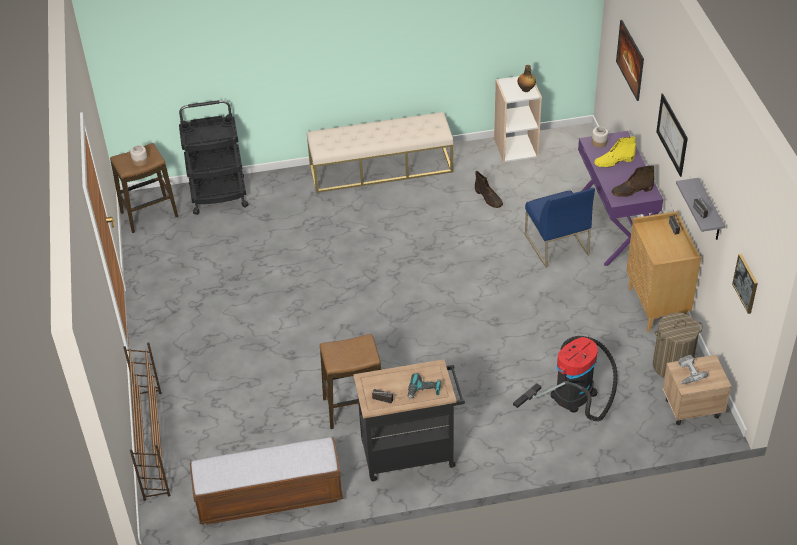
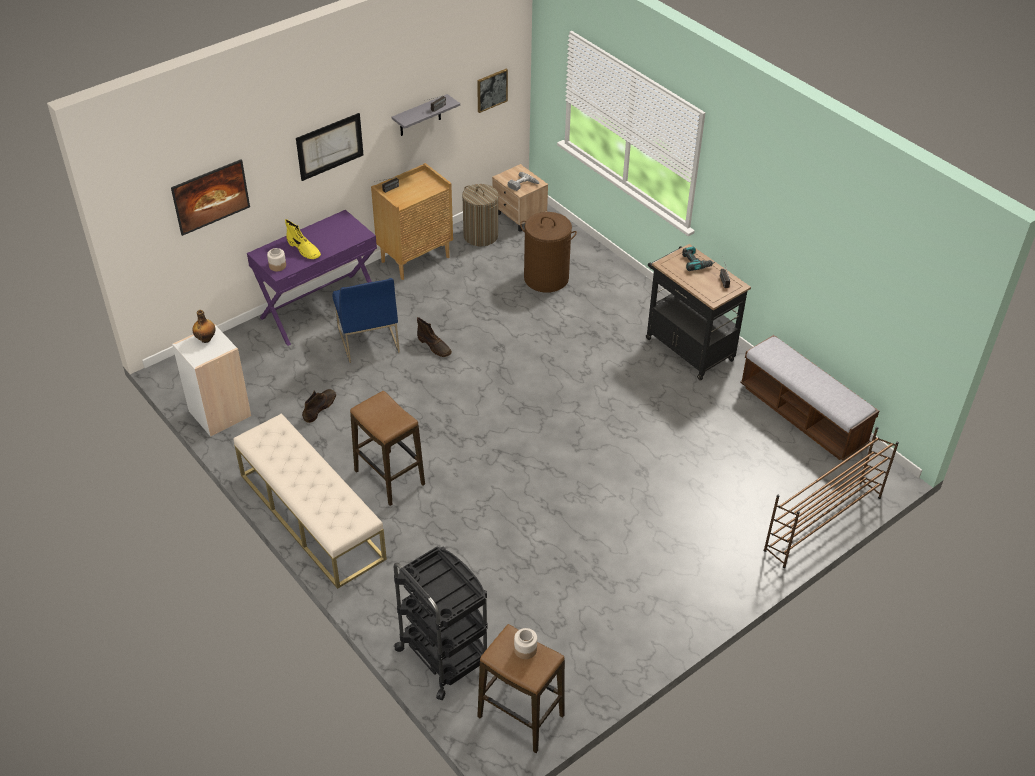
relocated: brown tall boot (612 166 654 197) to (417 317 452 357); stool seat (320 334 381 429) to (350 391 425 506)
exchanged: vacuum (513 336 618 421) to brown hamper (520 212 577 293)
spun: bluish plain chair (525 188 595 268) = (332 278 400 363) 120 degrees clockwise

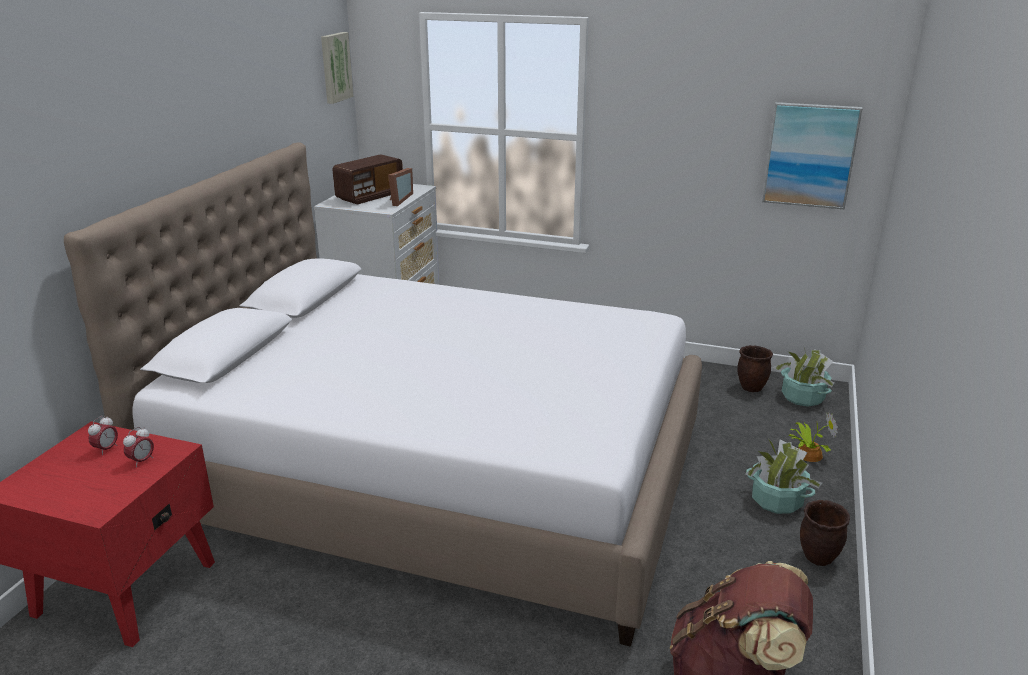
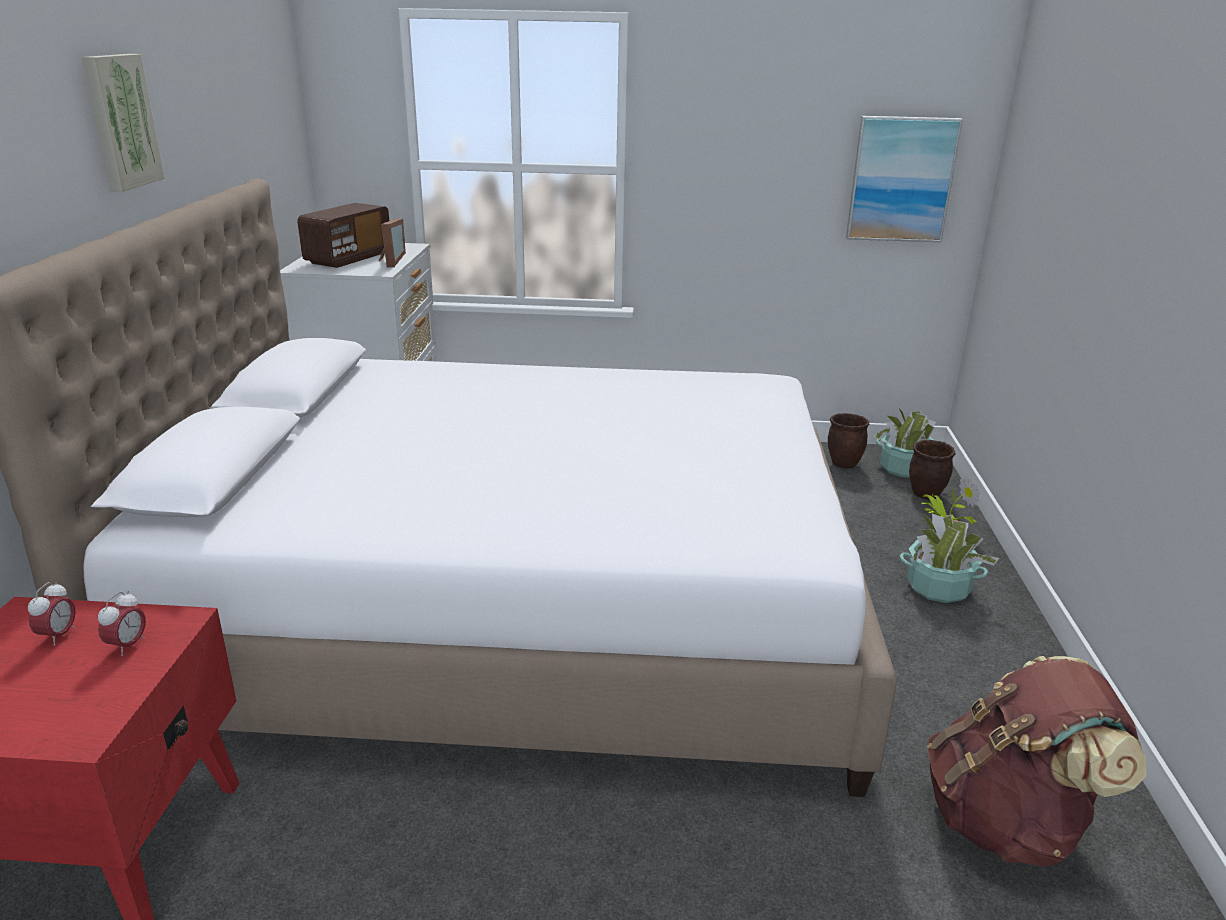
relocated: wall art (321 32 354 104) to (82 54 165 192); brown planter (800 500 850 566) to (909 440 956 500)

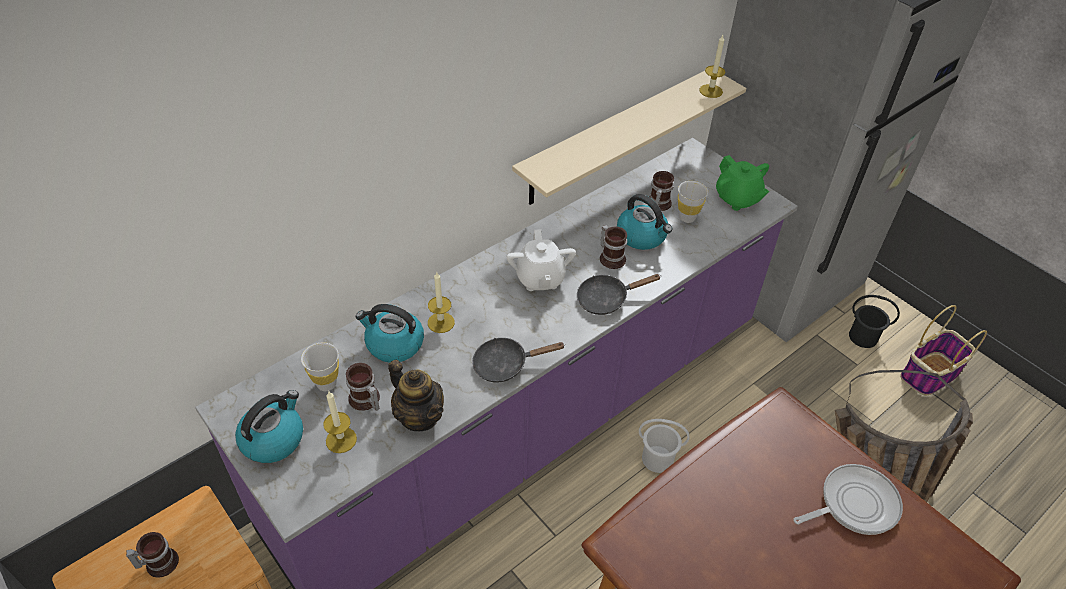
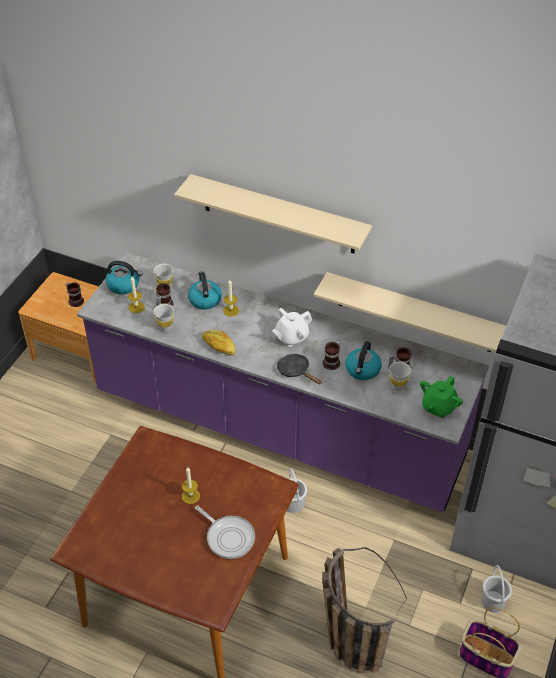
appeared: sand-coloured shelf (174 174 372 253)
relocated: wax light (699 35 725 98) to (182 467 200 504)
exchanged: blackish pan (472 338 565 383) to bakery bread (202 329 236 355); pot for tea (388 360 444 431) to whitish cup (154 304 174 332)
colour: blackish pail (849 295 900 348) to whitish pail (481 565 512 613)

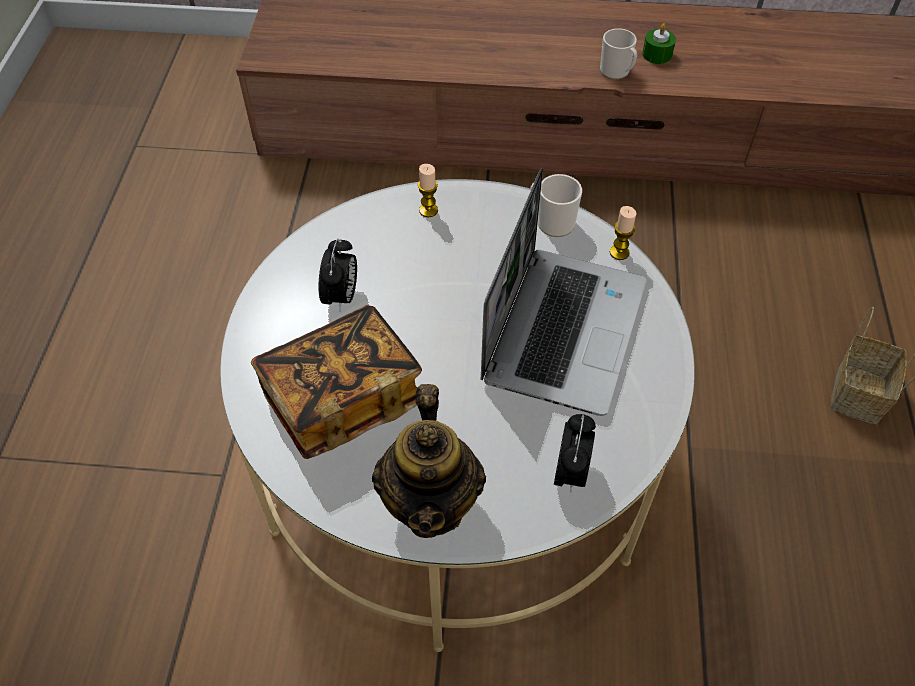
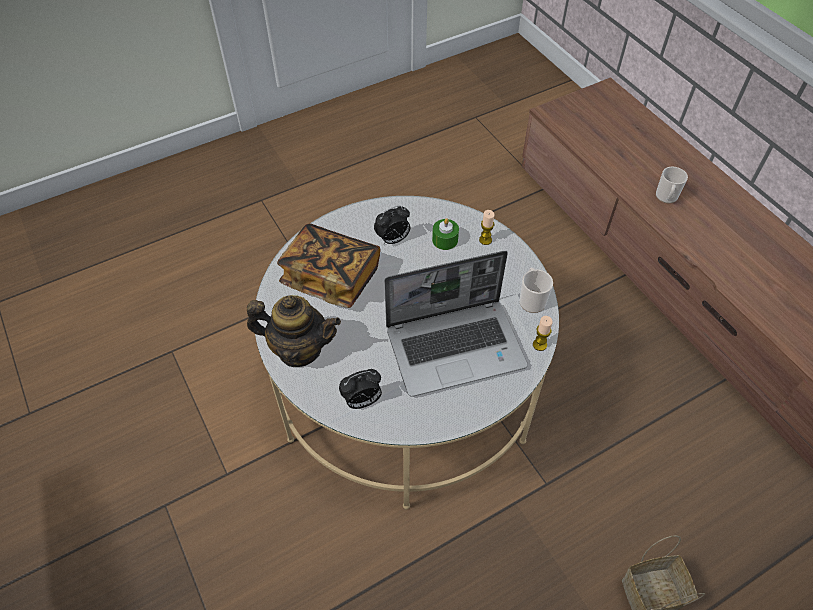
relocated: green wax light (642 23 676 64) to (432 218 459 250); tea mug (600 28 637 80) to (656 167 688 203)
spun: pot for tea (372 384 486 538) = (247 295 341 367) 135 degrees counterclockwise

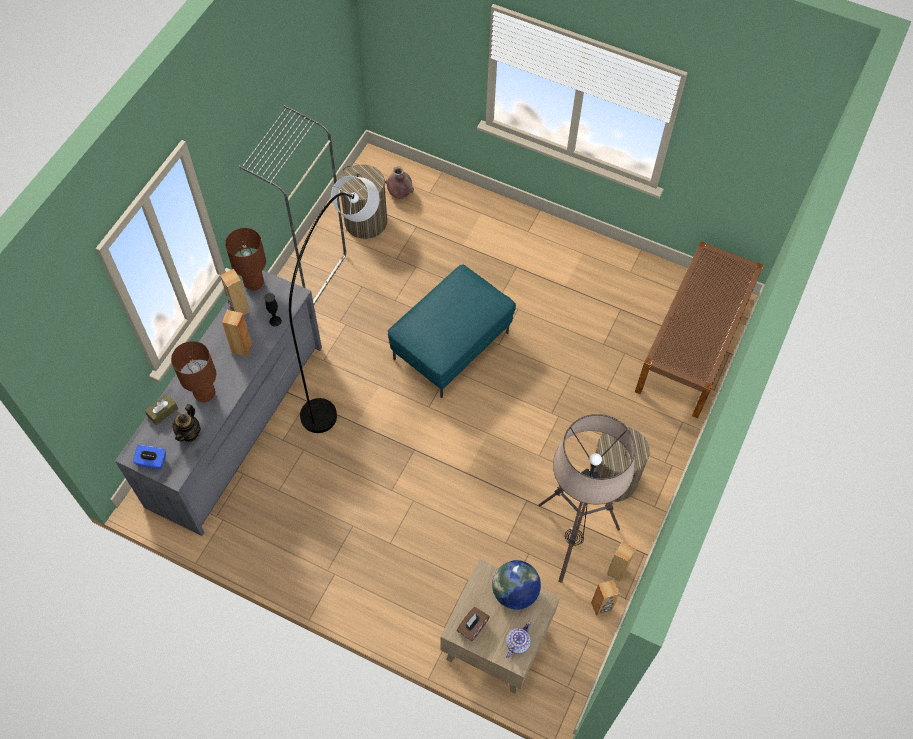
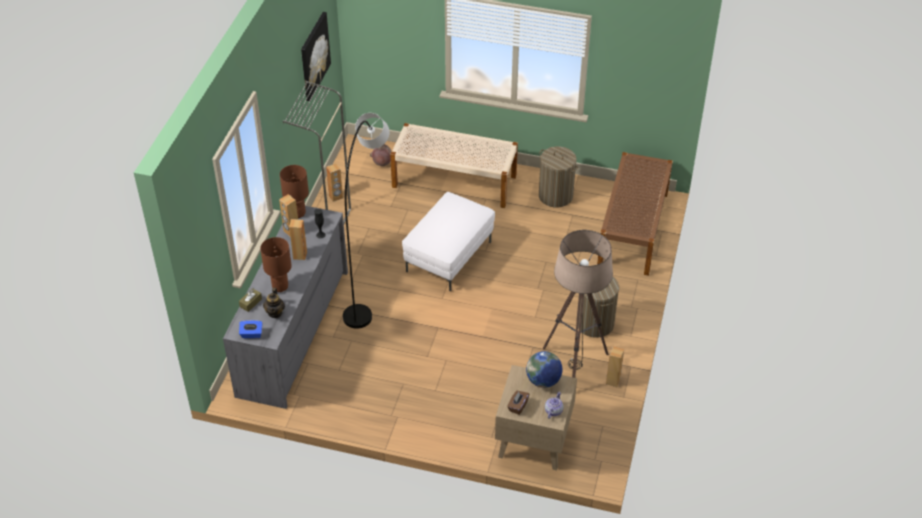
appeared: wall art (301 12 331 101); sand-coloured indoor bench (390 123 518 208)
relocated: hamper (340 164 387 239) to (539 146 578 207); brown speaker (591 579 620 616) to (326 163 343 202)
colour: blue-green pouffe (388 264 516 398) to whitish pouffe (402 192 495 292)

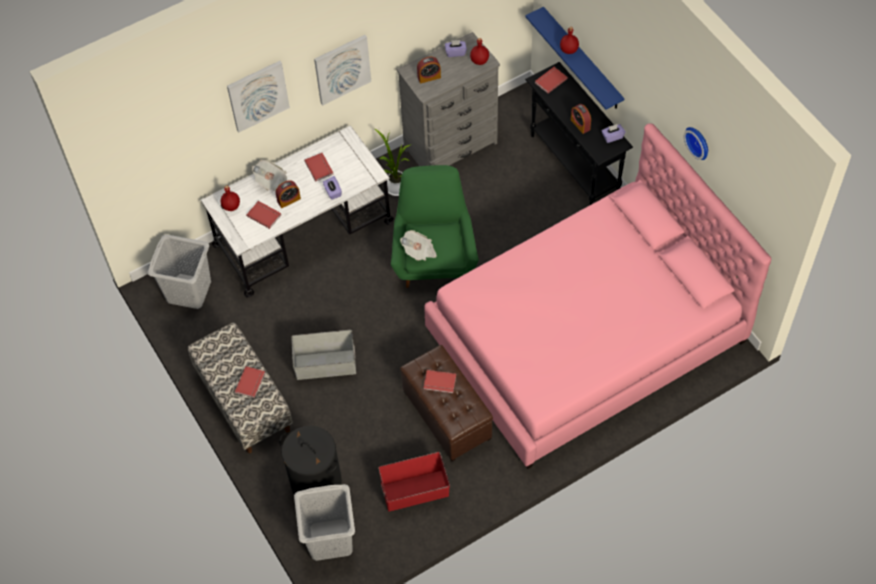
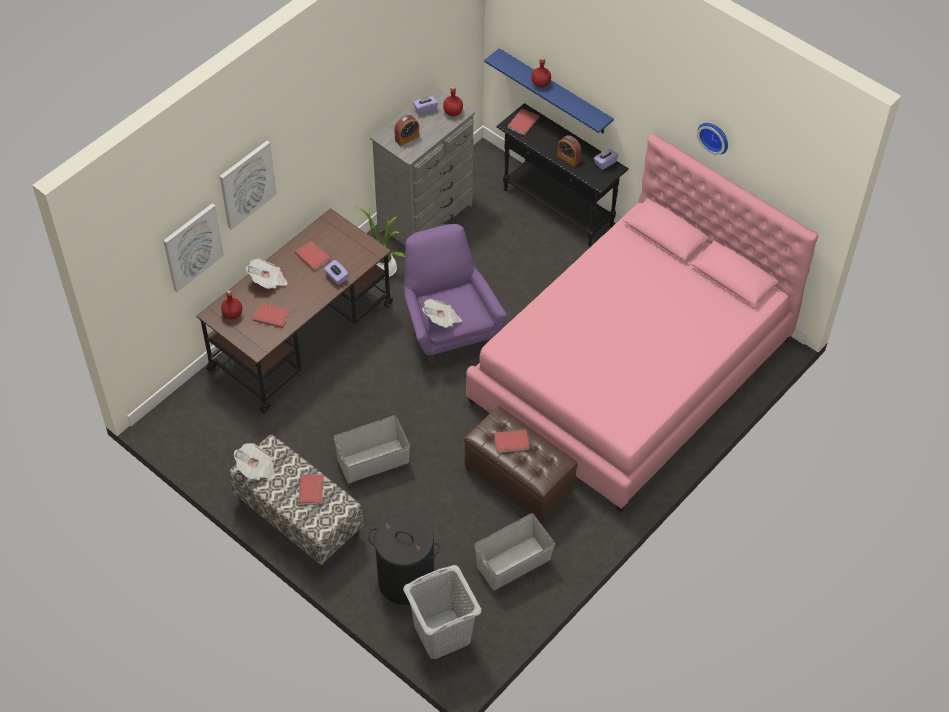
missing: table clock (275 180 301 208); grey hamper (148 234 211 309)
appeared: daily paper (234 443 275 481)
relocated: wall art (314 35 371 105) to (163 203 224 292)
colour: whitish desk table (201 125 394 298) to brown desk table (196 208 393 413); green lounge chair (391 165 479 288) to purple lounge chair (404 224 507 365); red-coloured storage bin (378 452 450 512) to grey storage bin (475 513 555 590)

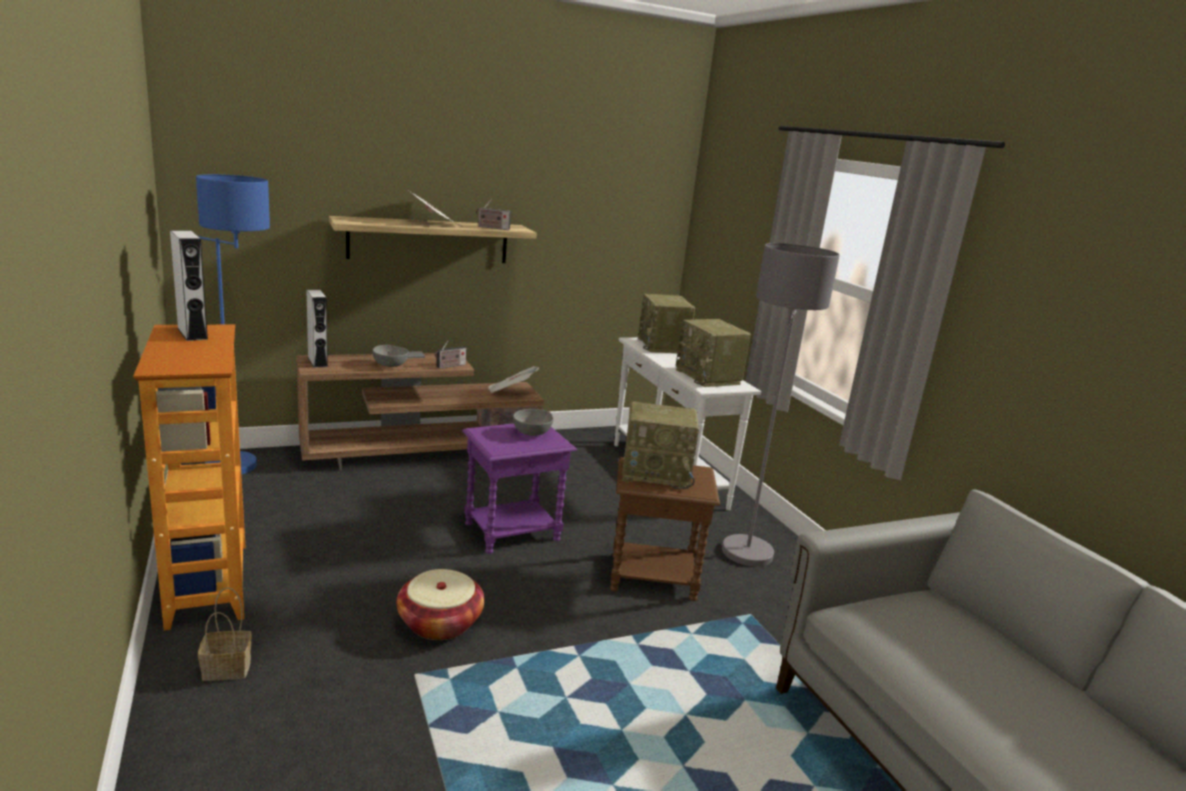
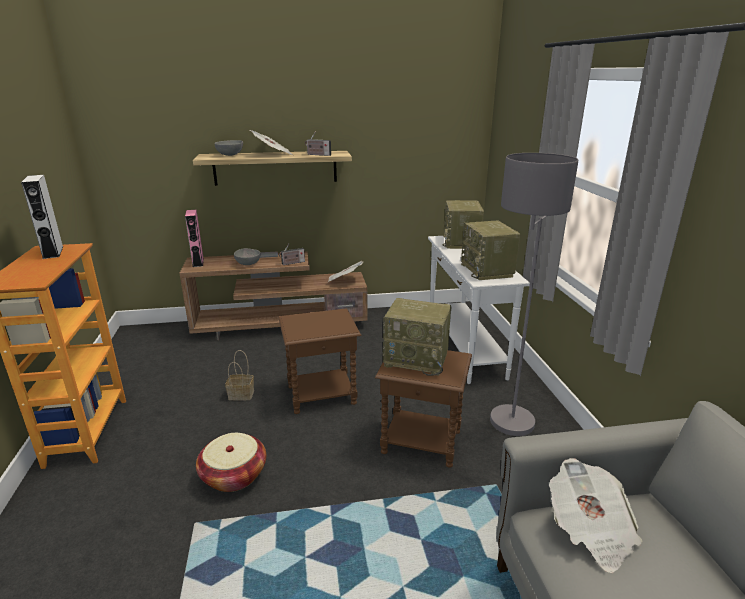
missing: bluish floor lamp (196 174 270 475)
appeared: daily paper (549 458 643 573)
relocated: grey deep dish (513 409 554 436) to (215 140 243 156); household basket (198 587 252 681) to (225 350 254 400)
colour: grey speaker (306 290 328 368) to pinkish speaker (185 210 204 267); purple end table (462 424 577 554) to brown end table (278 308 361 414)

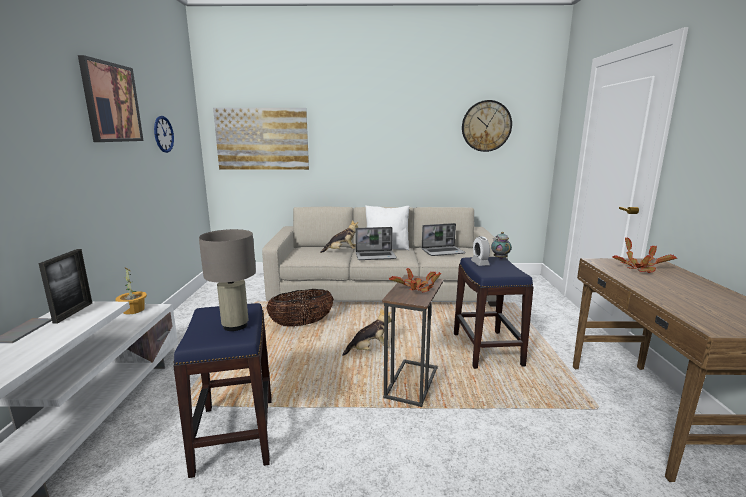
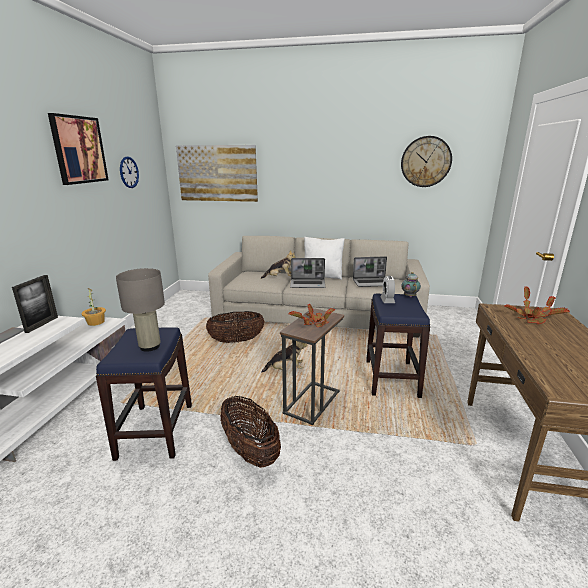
appeared: household basket (220 396 281 468)

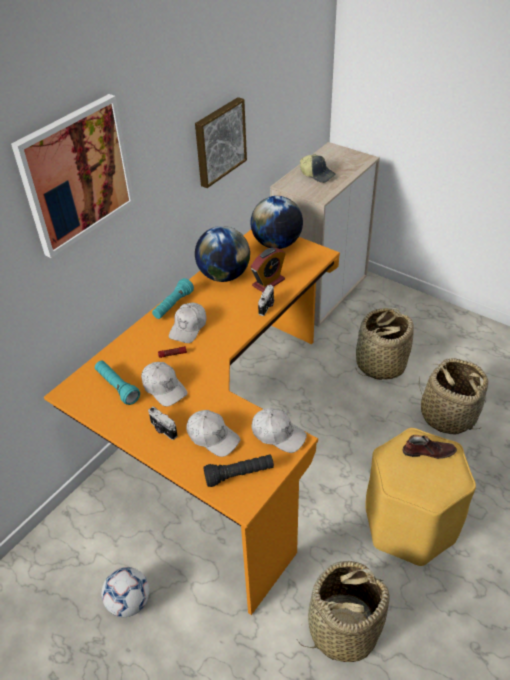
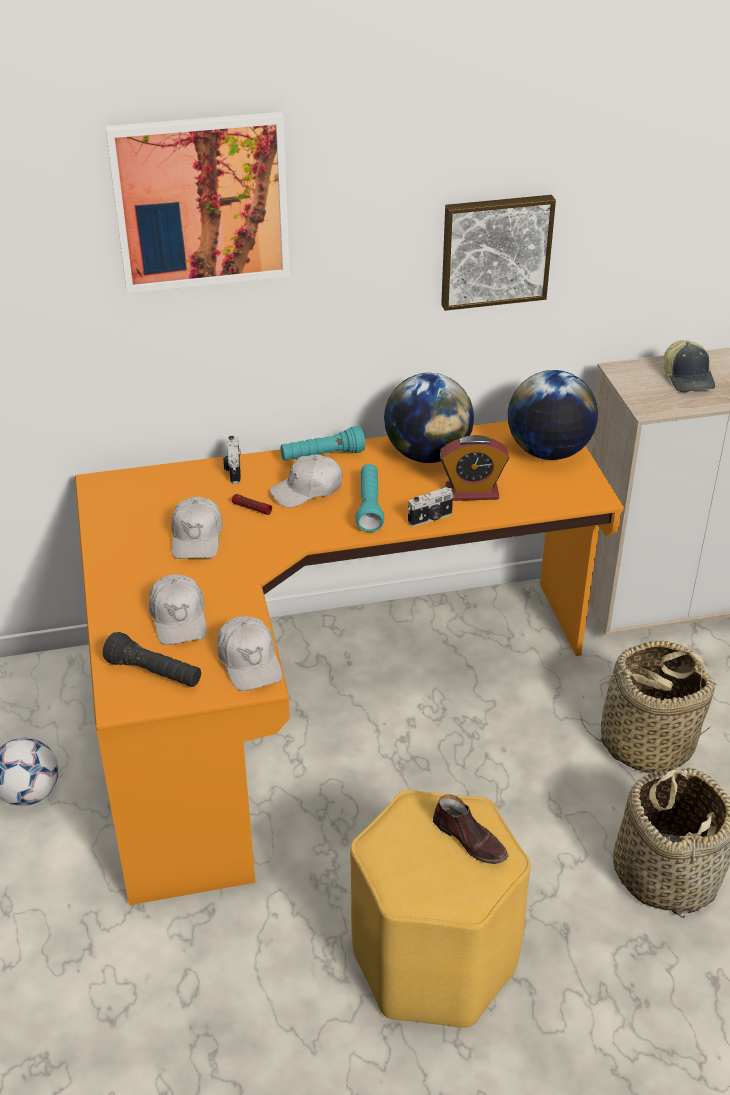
missing: household basket (297 561 389 662)
relocated: blue-green flashlight (95 361 140 405) to (356 464 384 532); photo camera (148 407 178 440) to (223 436 241 484)

